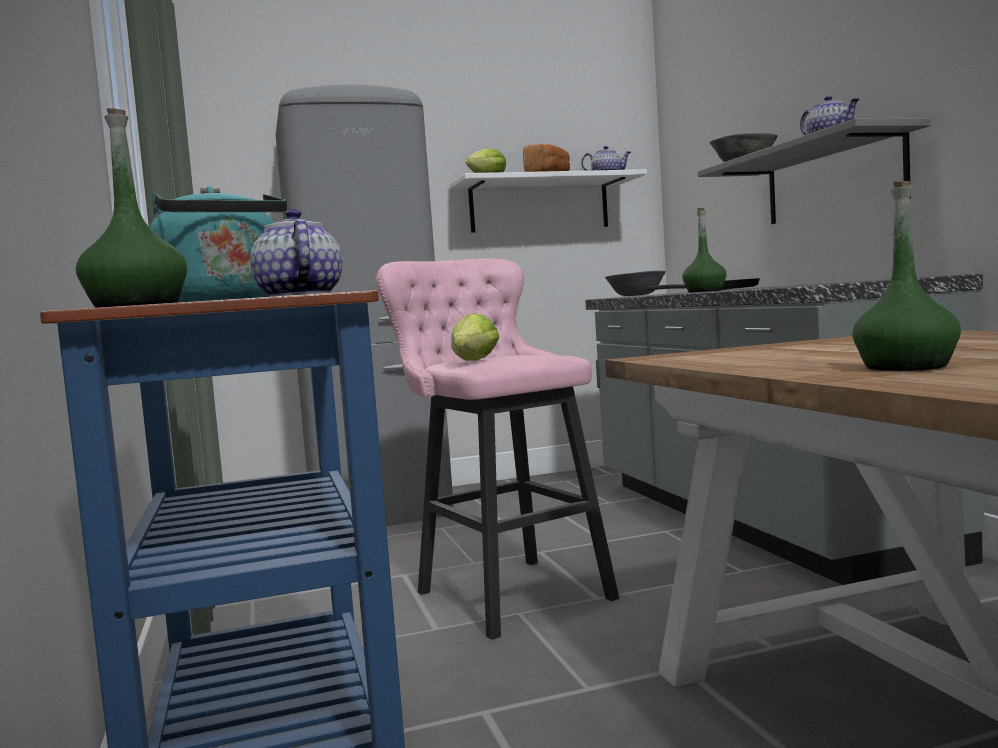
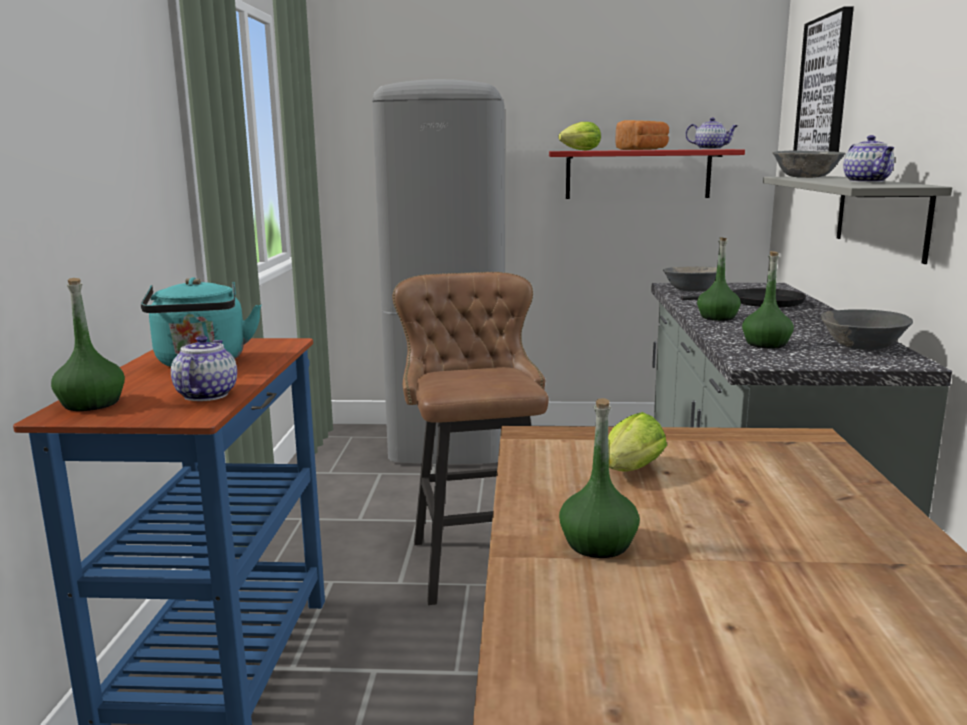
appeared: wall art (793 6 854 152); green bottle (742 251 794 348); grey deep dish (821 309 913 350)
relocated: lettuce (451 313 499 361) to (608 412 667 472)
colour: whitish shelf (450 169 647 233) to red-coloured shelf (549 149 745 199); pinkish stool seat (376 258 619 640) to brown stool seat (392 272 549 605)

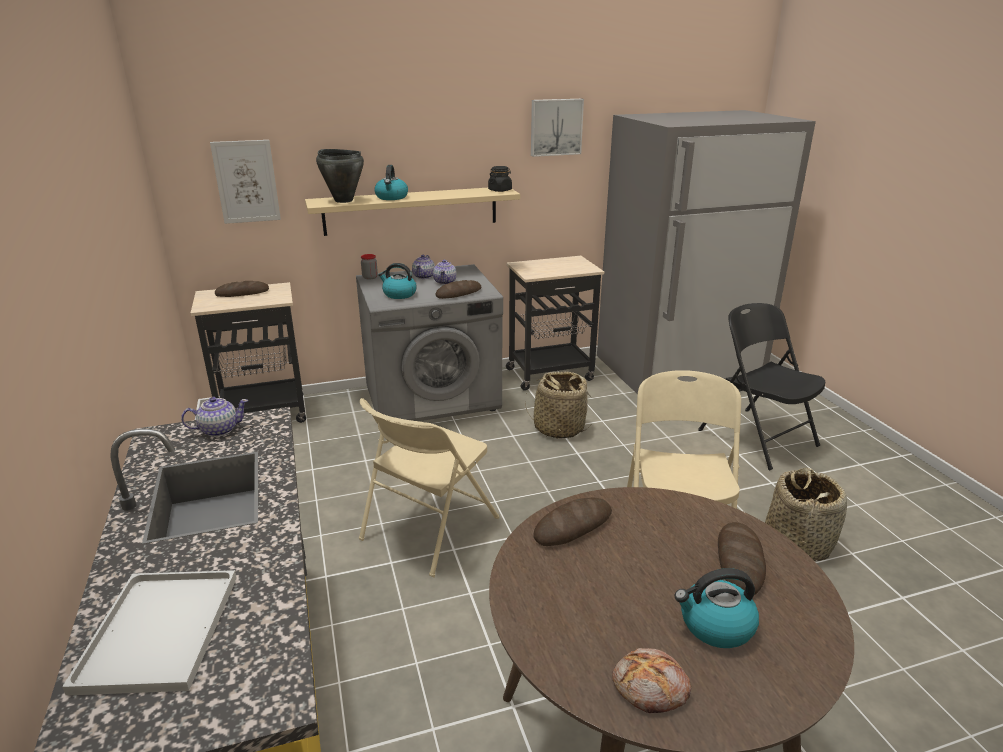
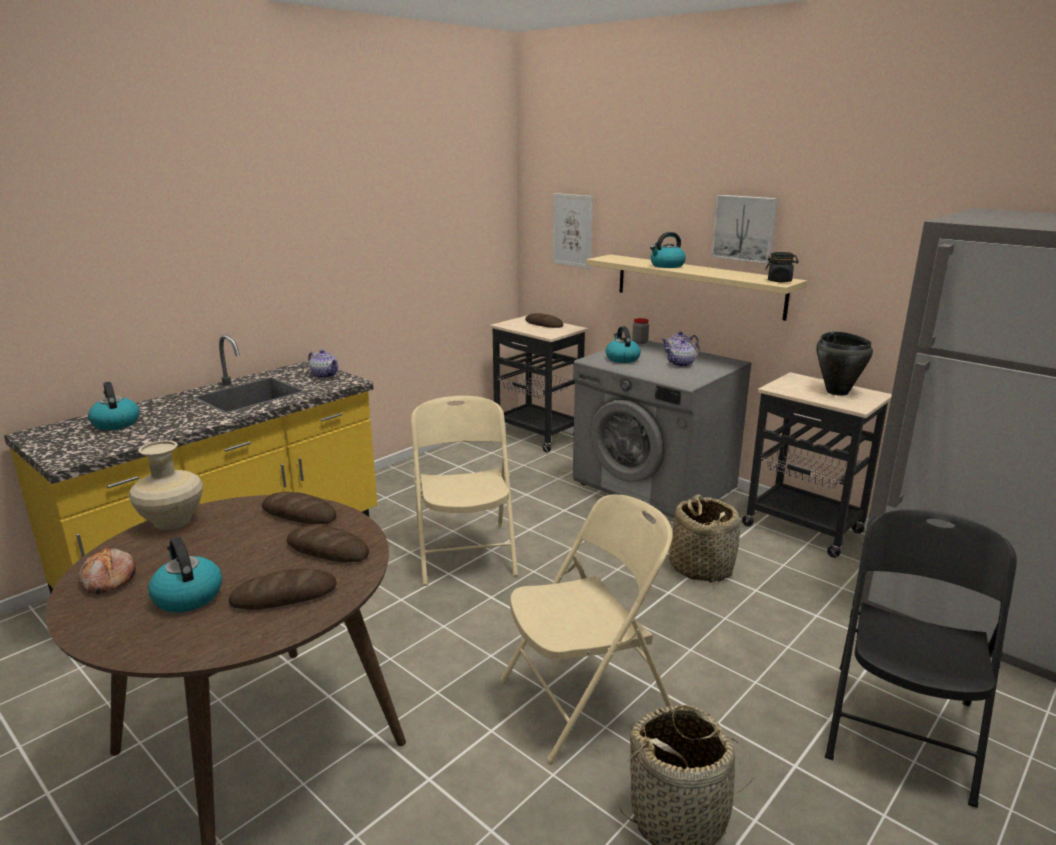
appeared: sand-coloured decorative vase (129 440 203 530)
relocated: wall art (531 99 584 157) to (711 195 778 264); blackish cooking pot (316 149 364 203) to (816 331 873 396); bakery bread (435 280 481 299) to (287 525 369 562)
exchanged: whitish serving tray (62 570 237 696) to tea kettle (88 382 139 430)
spun: sand-coloured plain chair (359 398 499 578) = (411 396 518 586) 75 degrees clockwise

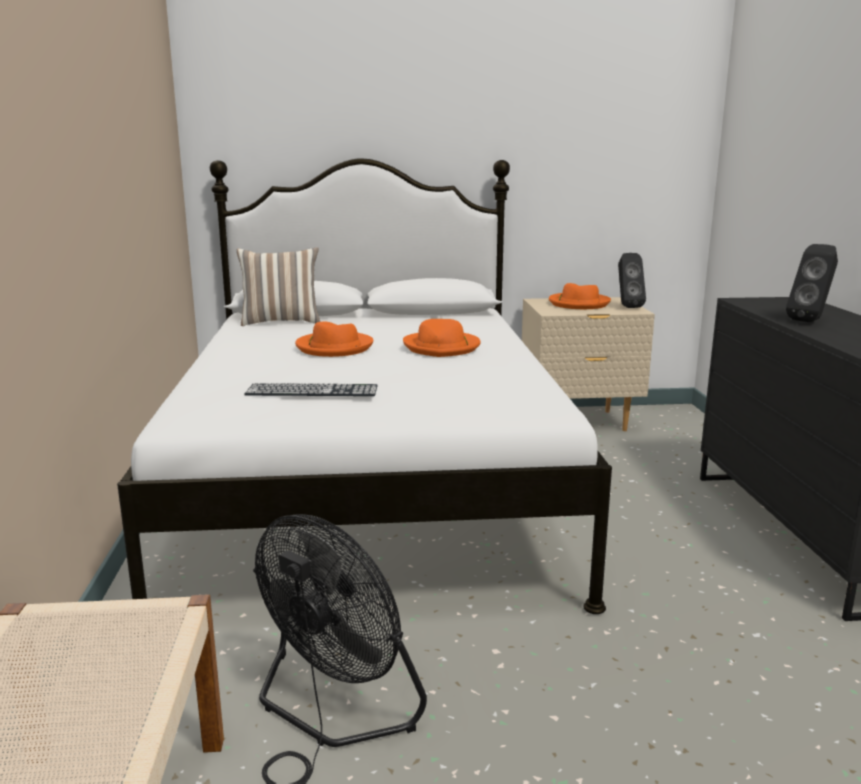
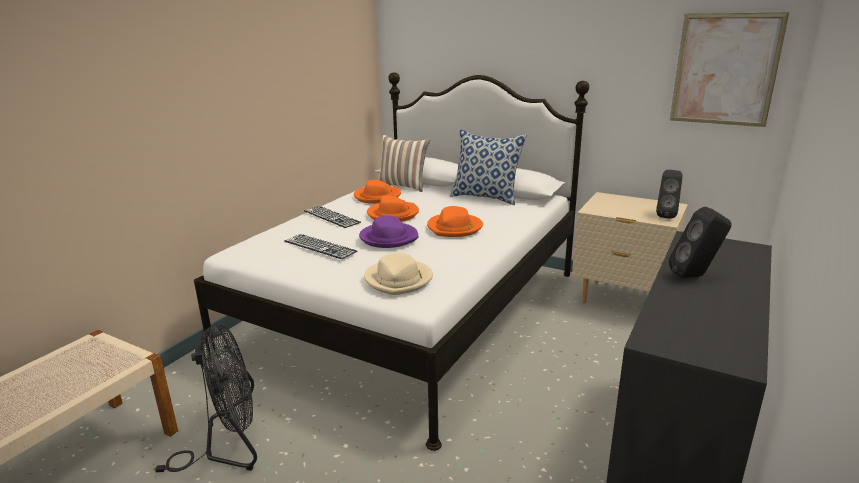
appeared: wall art (670 13 789 127); cushion (450 129 526 205); keyboard (304 206 361 228); purple wearable hat (359 216 418 248); sand-coloured wearable hat (364 253 433 295)
relocated: orangey wearable hat (549 283 611 309) to (354 180 401 204)

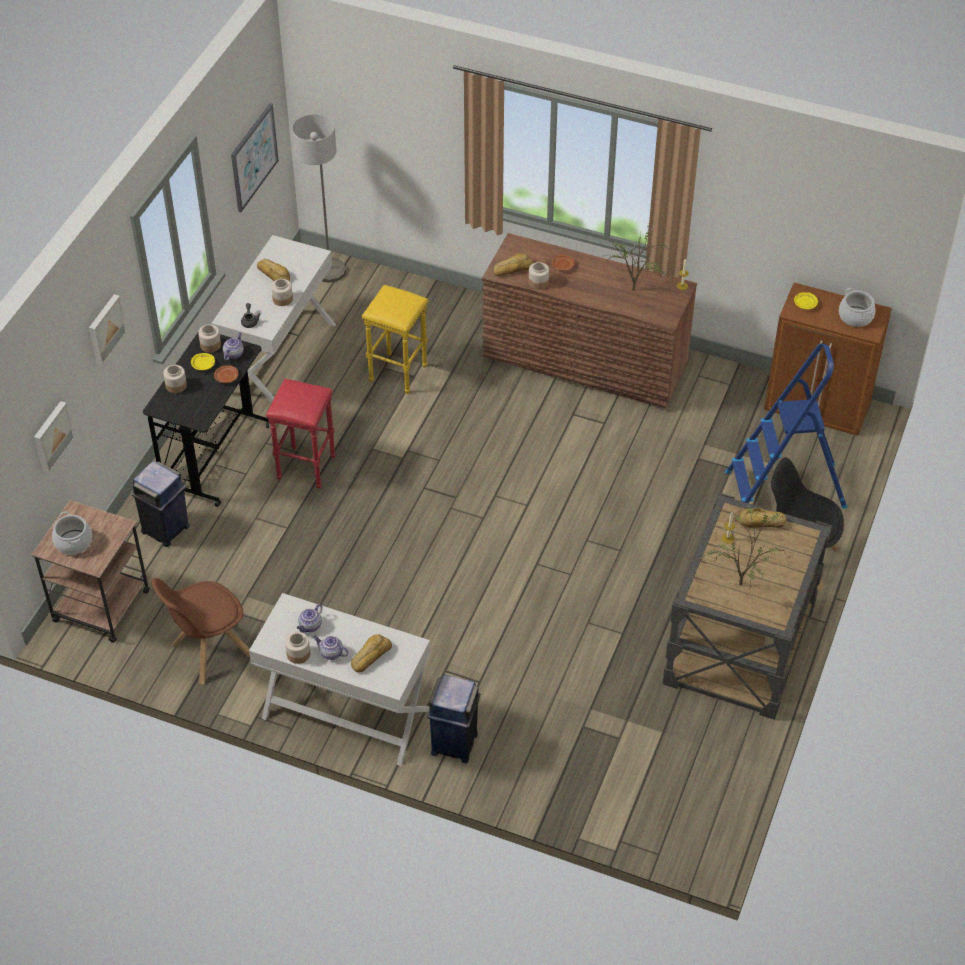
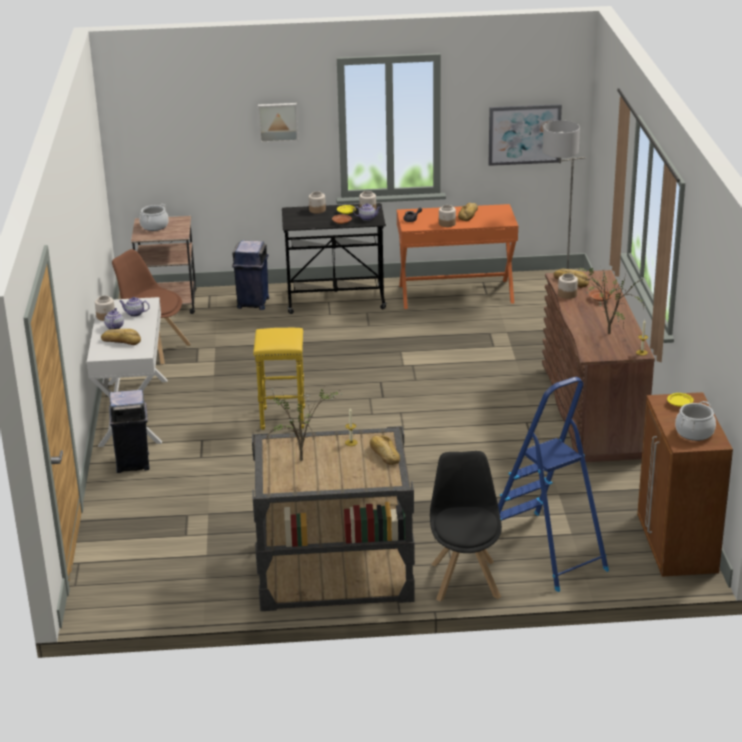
missing: red-coloured stool seat (266 379 335 488); wall art (34 401 75 474)
relocated: yellow stool seat (362 285 428 394) to (253 328 305 430)
colour: whitish console table (211 235 336 403) to orangey console table (397 204 518 309); bluish rubbish bin (427 675 480 763) to grey rubbish bin (109 390 150 473)

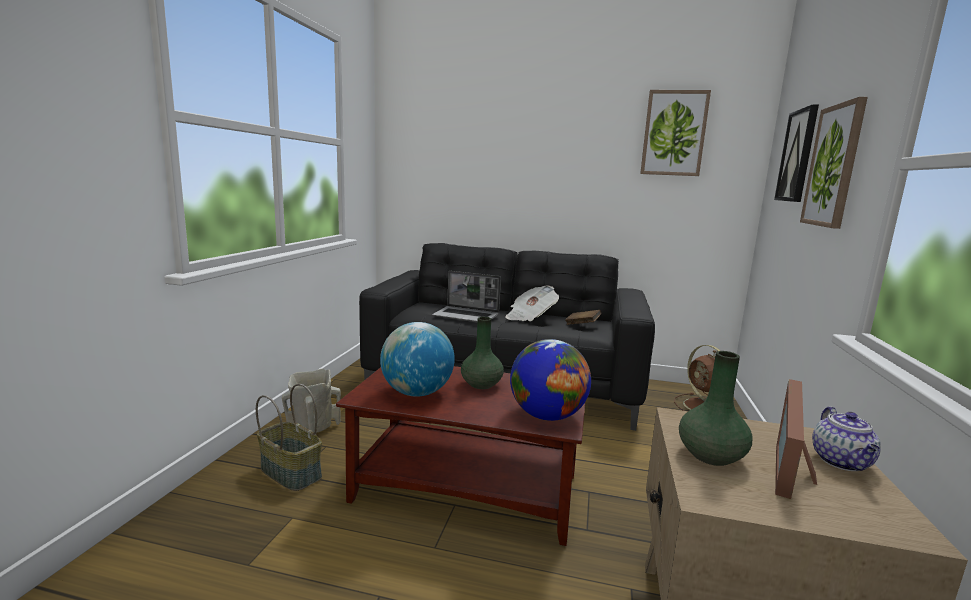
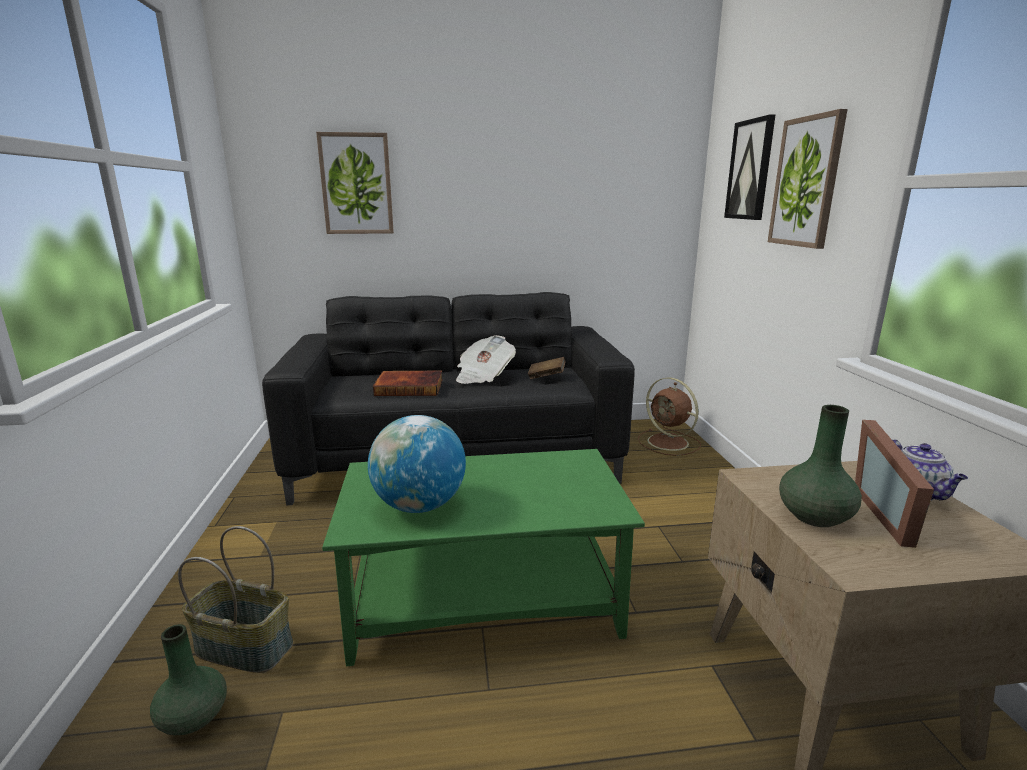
missing: globe (510 339 591 421); sand-coloured decorative vase (282 369 341 433)
relocated: wall art (640 90 711 176) to (316 132 394 234); green decorative vase (461 317 504 389) to (150 624 227 735)
exchanged: portable computer (432 271 501 322) to volume (373 371 443 396)
colour: brown coffee table (336 366 585 546) to green coffee table (322 449 645 666)

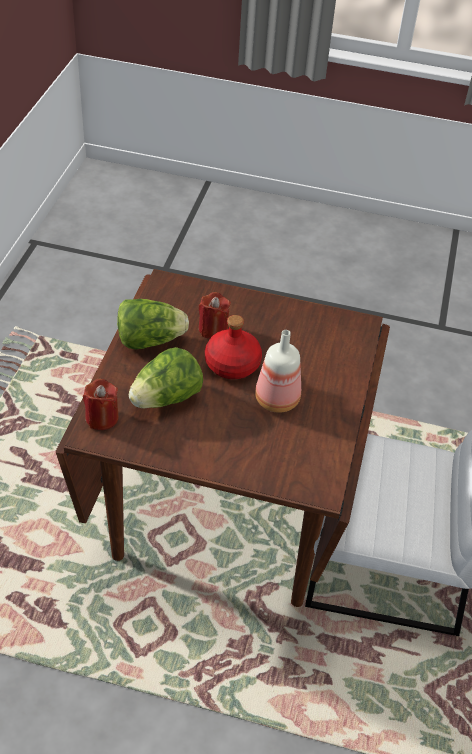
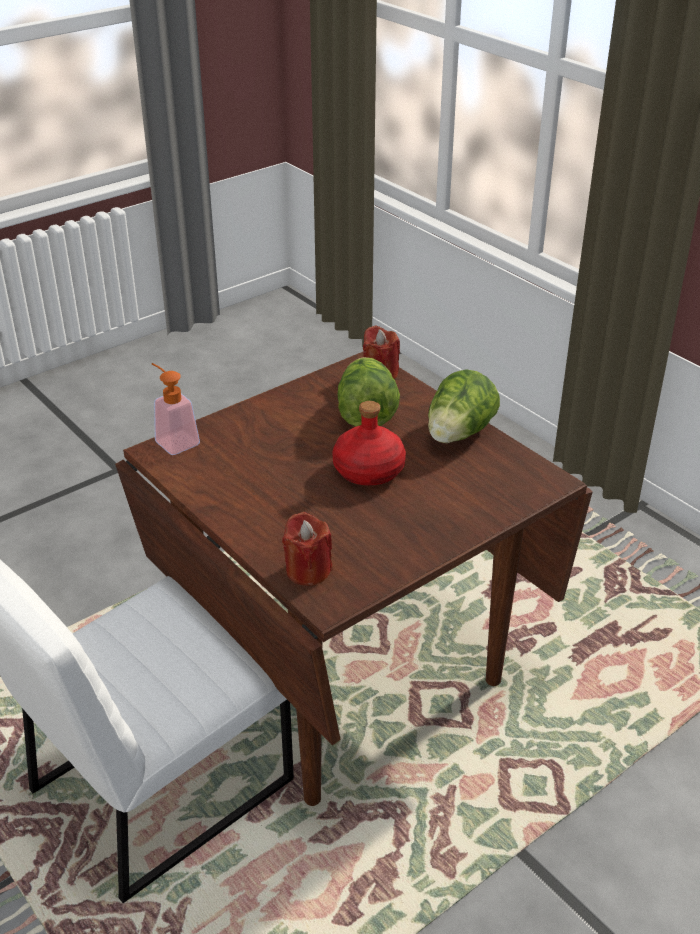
missing: bottle (255 330 301 413)
appeared: soap dispenser (152 363 200 455)
relocated: red-coloured wax light (198 292 231 339) to (282 512 332 586)

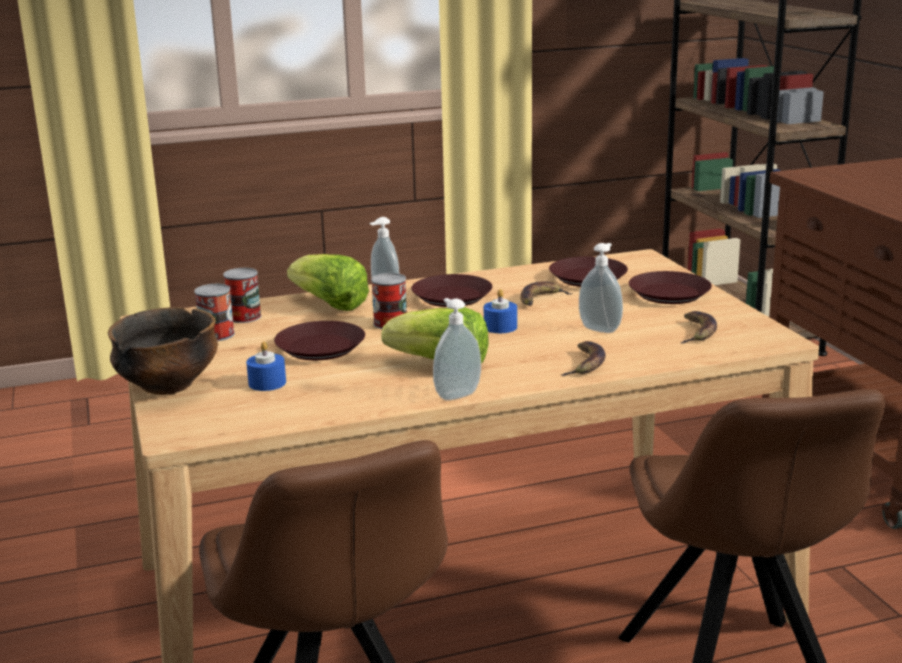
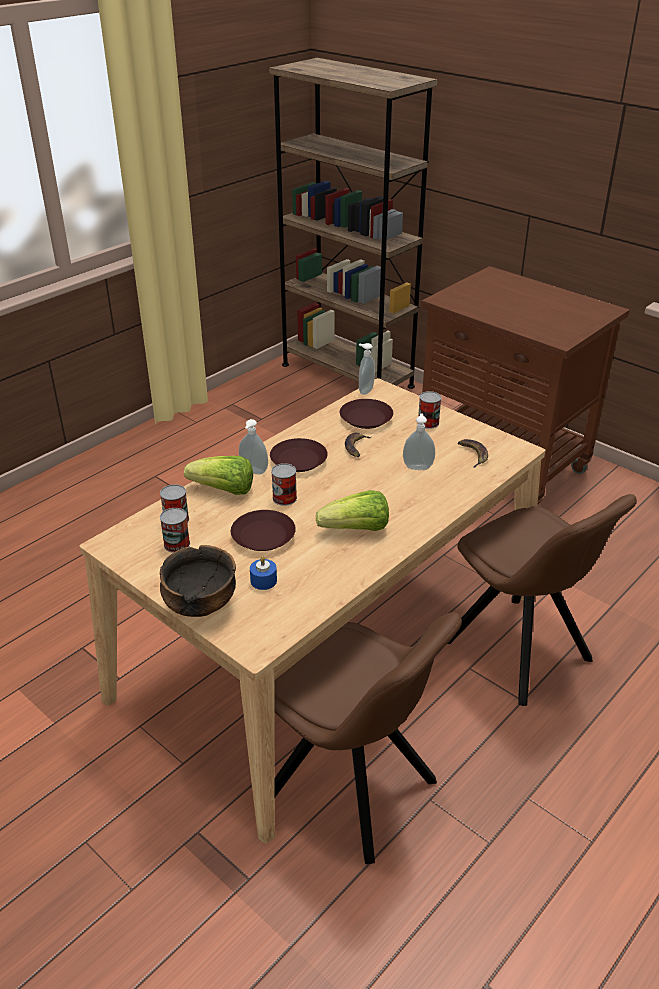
missing: bluish wax light (484 289 517 333); banana (561 341 606 376)
relocated: soap dispenser (433 298 481 401) to (359 343 375 395)
exchanged: brown flat dish (629 271 712 304) to metal can (418 391 442 429)

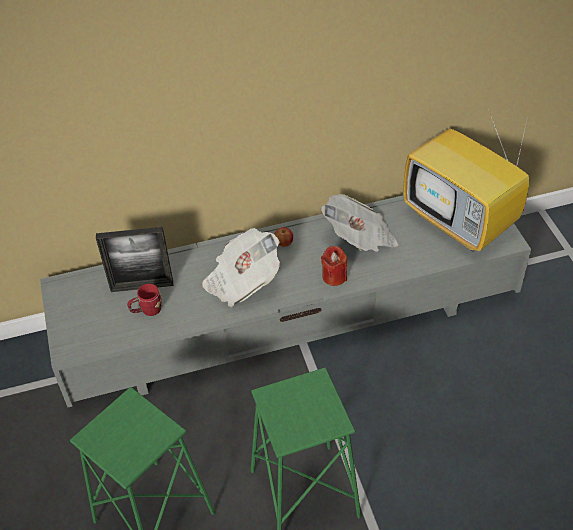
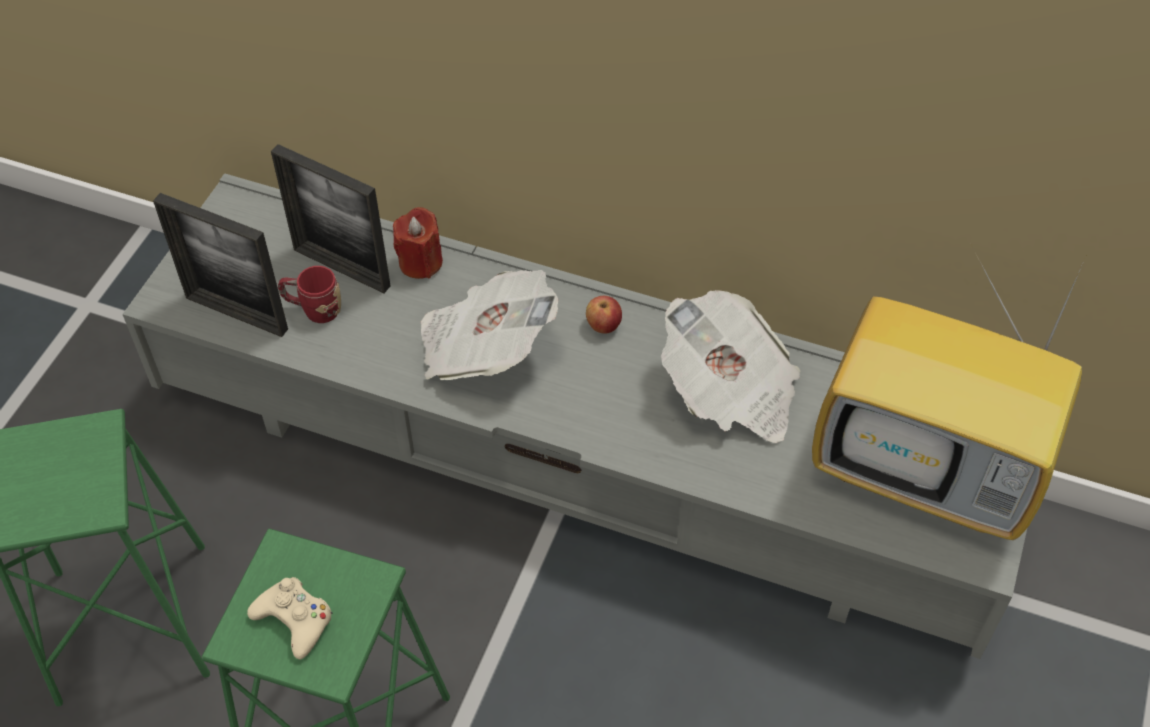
appeared: standing frame (153 193 288 337); sand-coloured game controller (247 577 332 659)
relocated: red-coloured wax light (321 246 347 286) to (393 207 443 279)
spun: TV set (403 101 529 252) = (812 241 1085 540) 60 degrees counterclockwise

